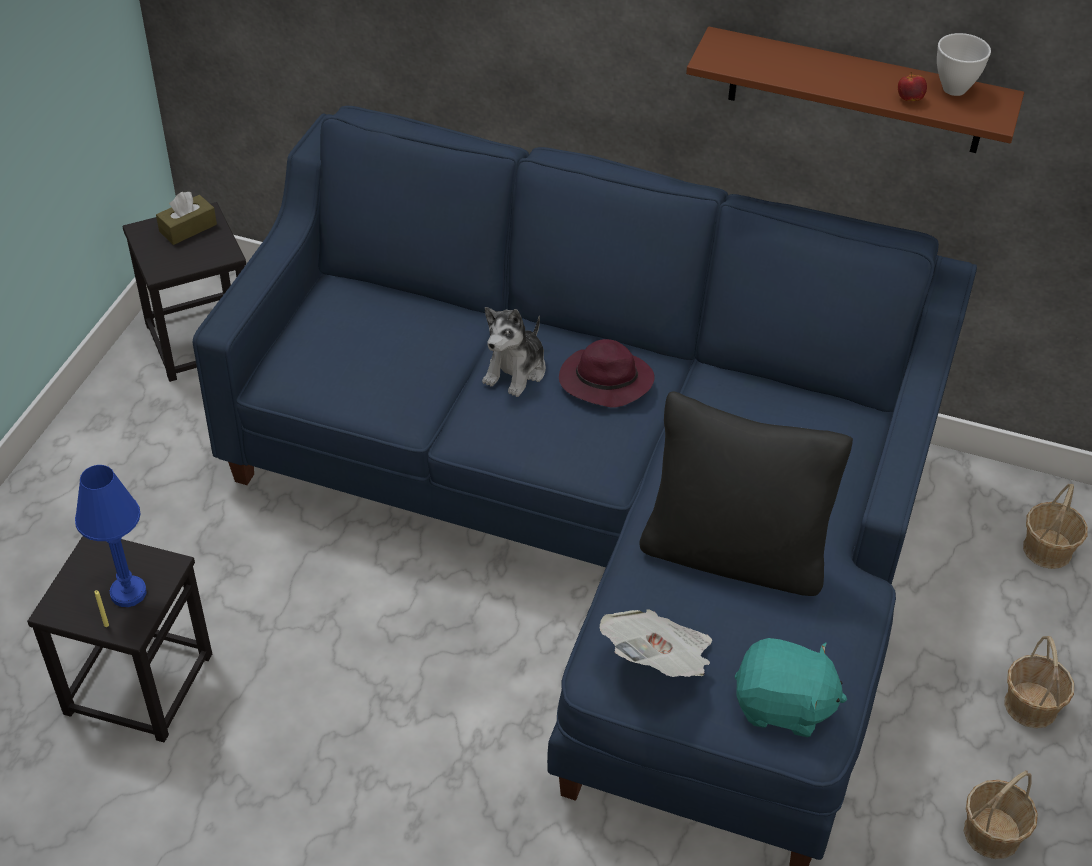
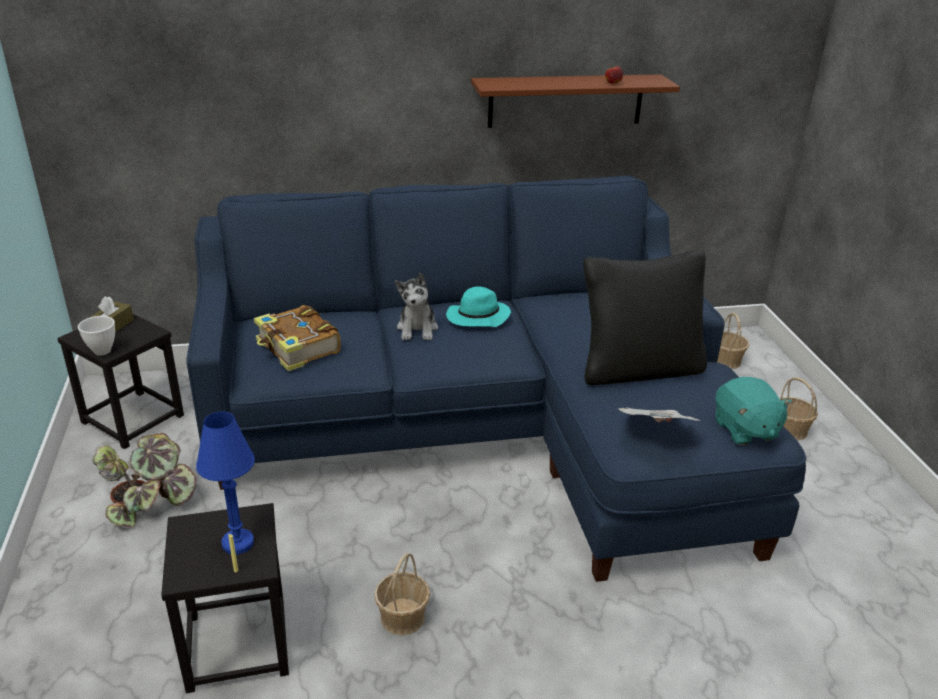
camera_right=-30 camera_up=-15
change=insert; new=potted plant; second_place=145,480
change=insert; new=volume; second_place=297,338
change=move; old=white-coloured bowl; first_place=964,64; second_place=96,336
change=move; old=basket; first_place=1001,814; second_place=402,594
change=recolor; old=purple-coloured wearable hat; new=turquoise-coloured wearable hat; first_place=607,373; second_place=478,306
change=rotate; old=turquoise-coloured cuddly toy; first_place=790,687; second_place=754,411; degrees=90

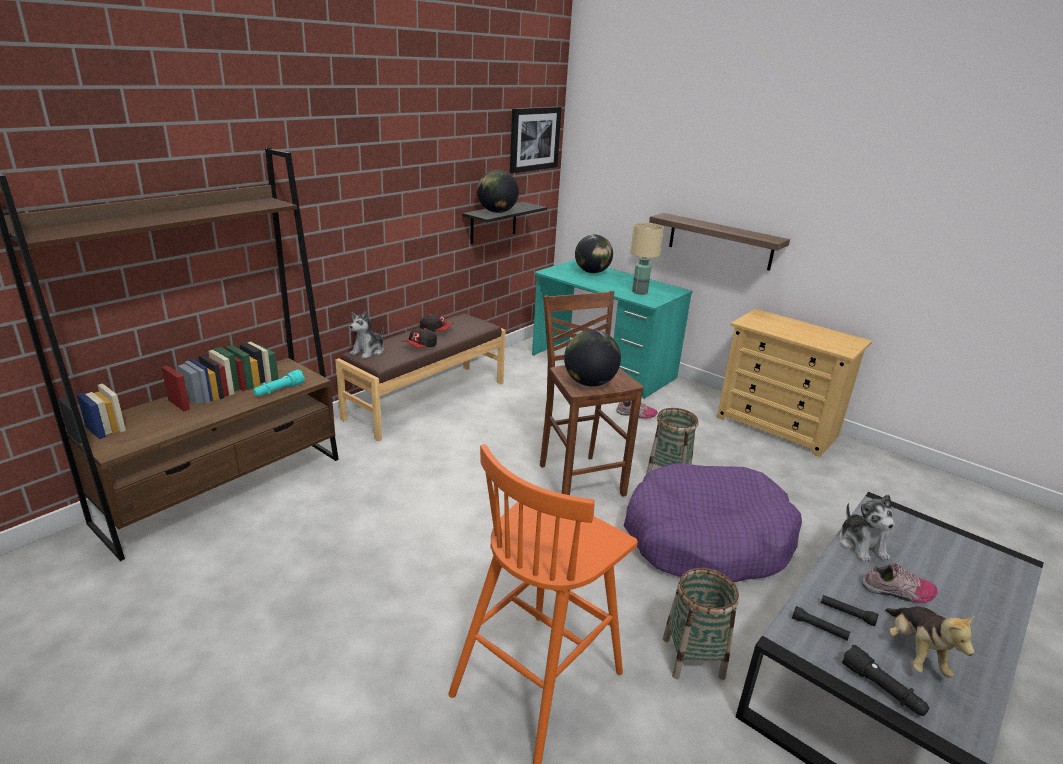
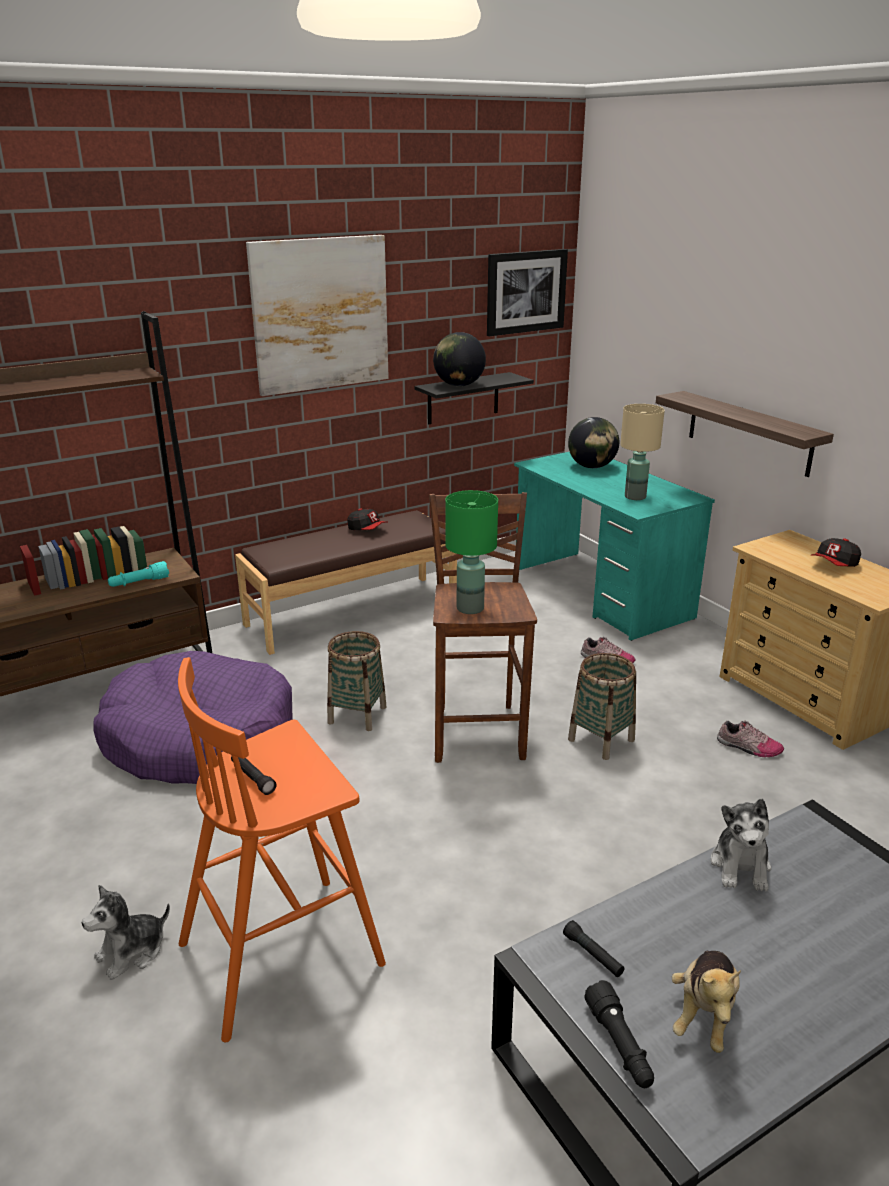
camera_right=20 camera_up=0
change=insert; new=wall art; second_place=317,315
change=move; old=cuddly toy; first_place=367,334; second_place=125,932
change=move; old=cap; first_place=419,338; second_place=836,552
change=move; old=purple-coloured dog bed; first_place=712,522; second_place=193,717
change=move; old=basket; first_place=701,624; second_place=357,681
change=move; old=black-coloured hand torch; first_place=849,610; second_place=254,775
change=move; old=low shoe; first_place=899,582; second_place=750,739
change=replace; old=desk globe; new=greenish lamp for a table; first_place=592,358; second_place=471,552

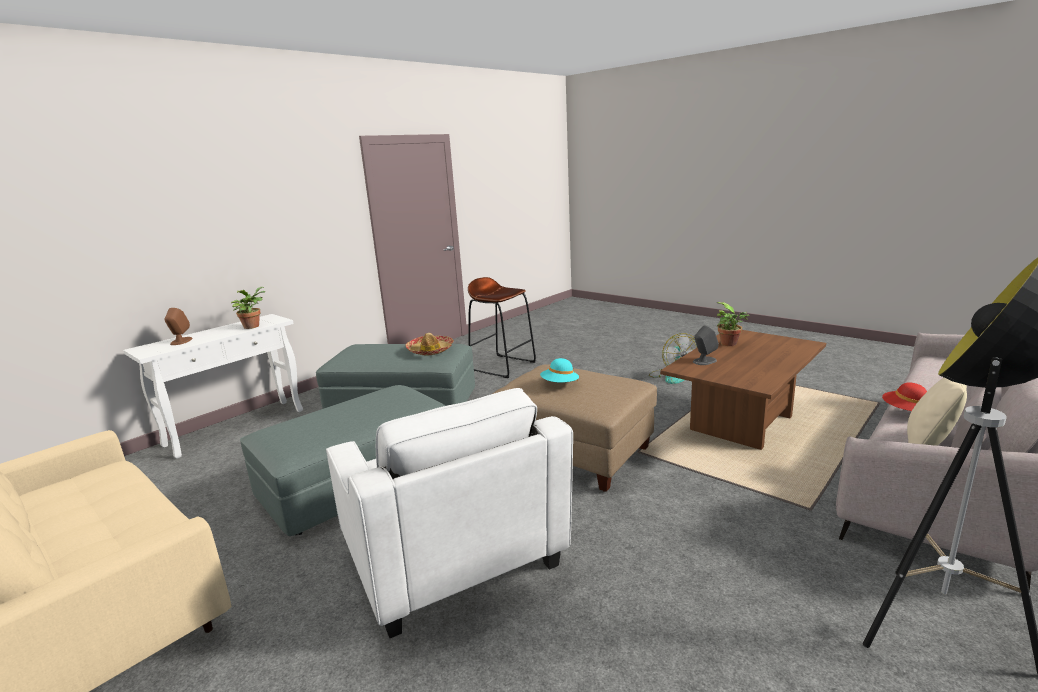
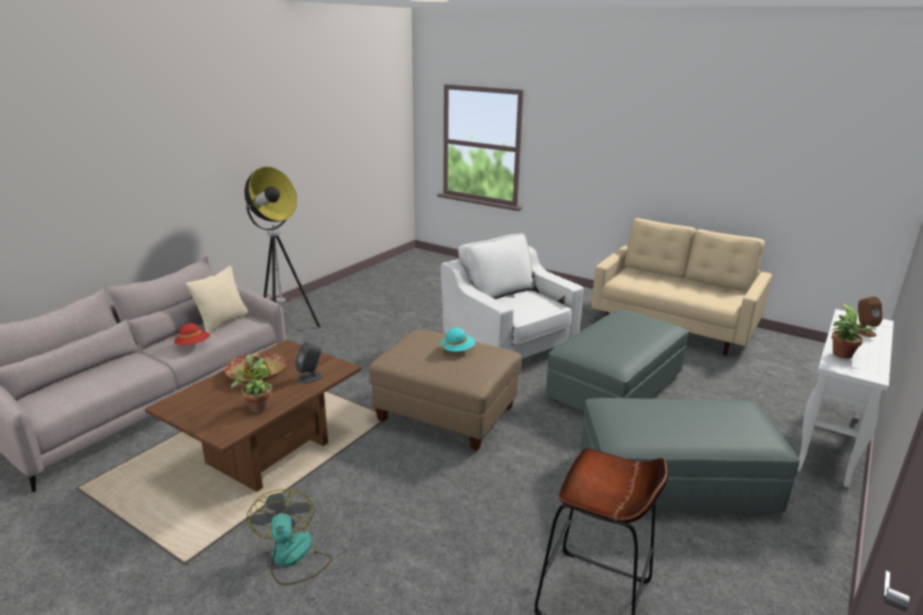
camera_right=170 camera_up=5
change=move; old=wearable hat; first_place=430,344; second_place=255,368

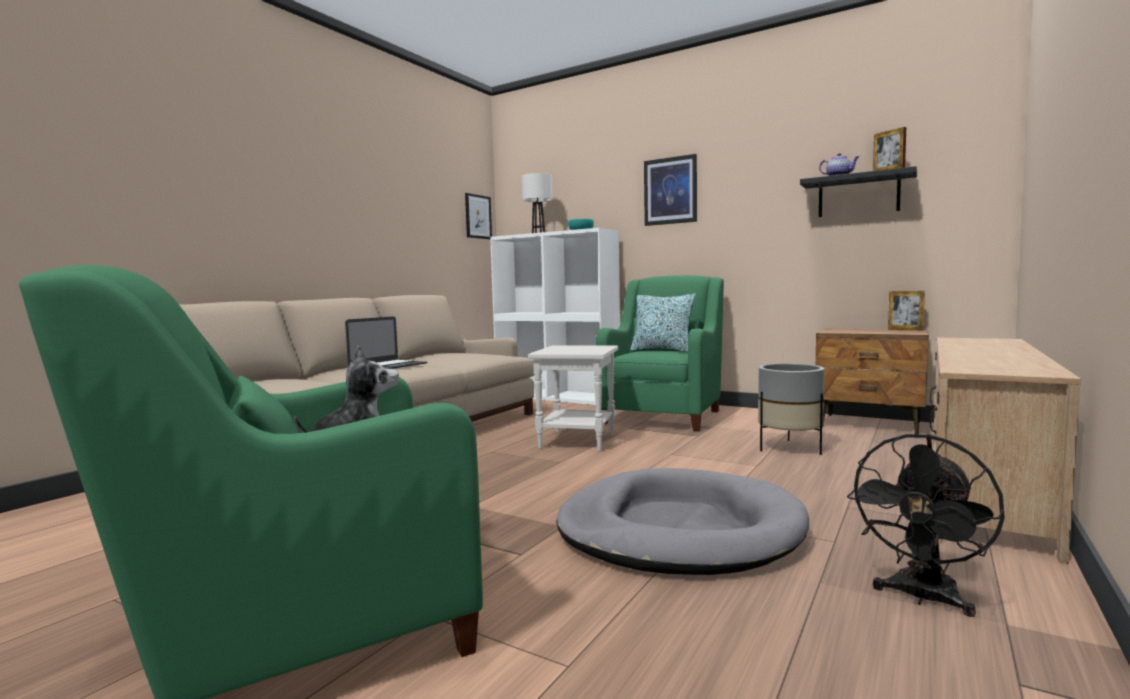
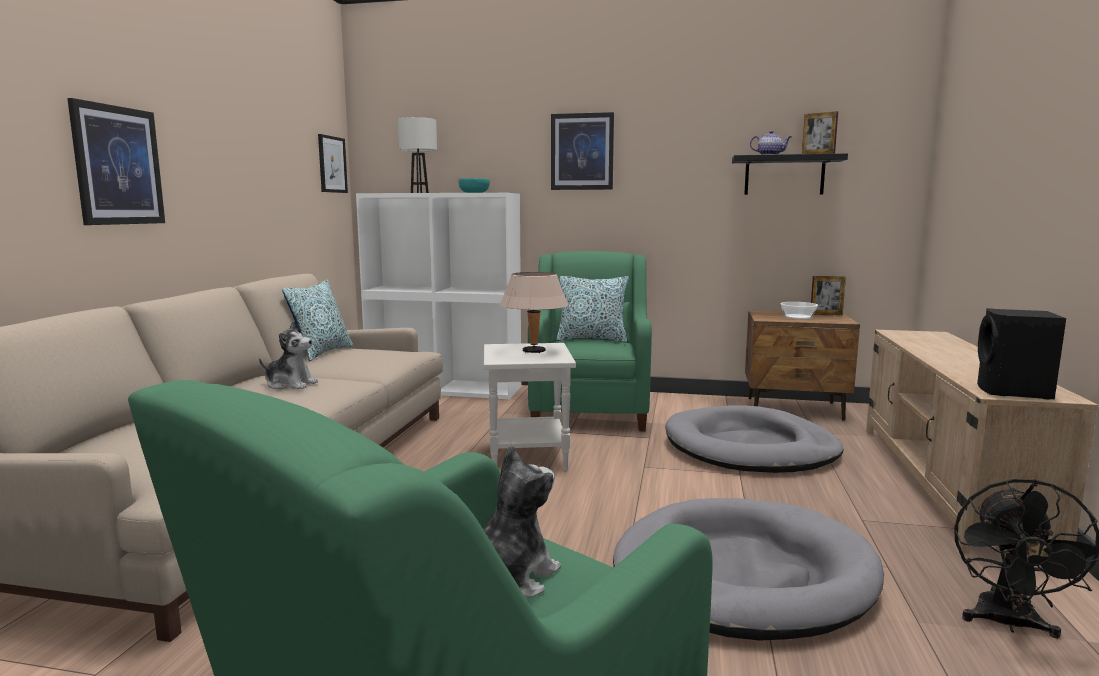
camera_right=-20 camera_up=5
change=insert; new=wall art; second_place=116,161
change=insert; new=cushion; second_place=317,320
change=insert; new=beige-coloured lamp for a table; second_place=534,312
change=insert; new=bowl; second_place=799,310
change=insert; new=black-coloured speaker; second_place=1021,354
change=replace; old=notebook computer; new=cuddly toy; first_place=386,342; second_place=288,355
change=replace; old=greyish planter; new=greyish dog bed; first_place=791,409; second_place=754,439

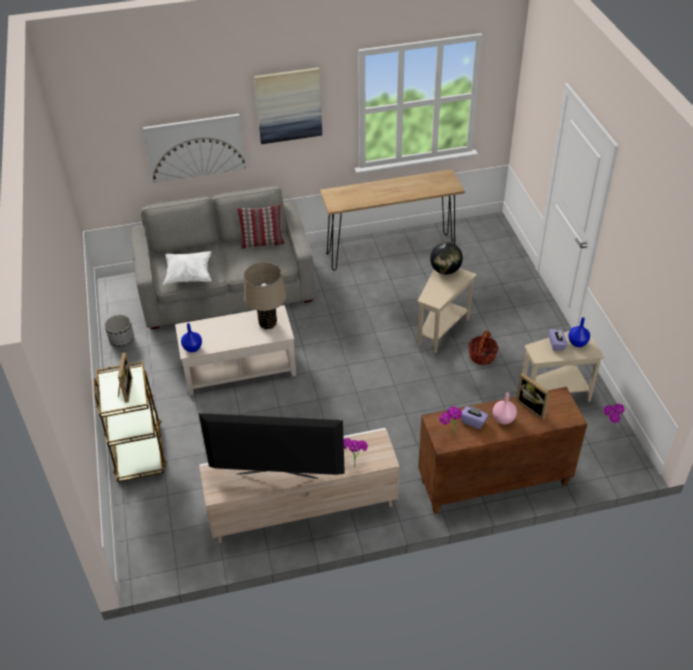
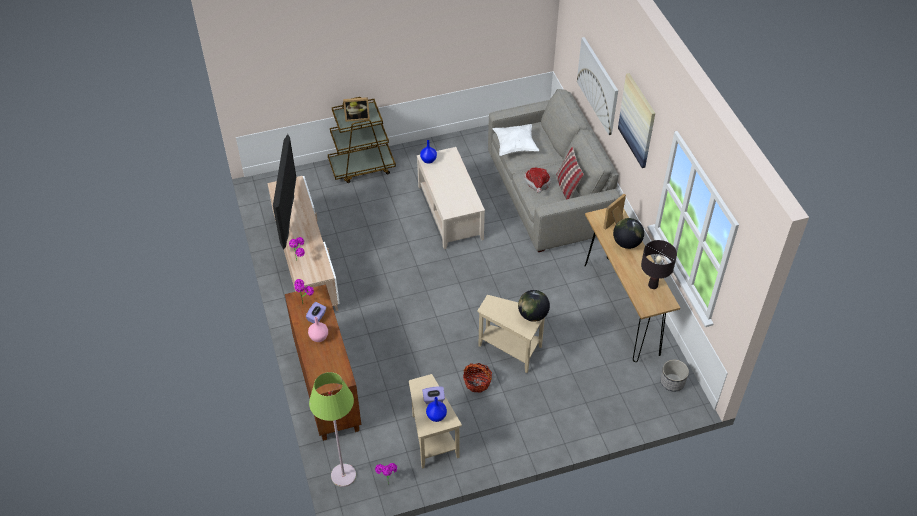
camera_right=85 camera_up=5
change=delete; old=beige-coloured lamp for a table; first_place=265,295
change=insert; new=greenish standing lamp; second_place=332,429
change=insert; new=wearable hat; second_place=537,180
change=insert; new=desk globe; second_place=628,233
change=insert; new=black-coloured lamp for a table; second_place=659,264
change=move; old=planter; first_place=119,330; second_place=674,376
change=move; old=standing frame; first_place=533,396; second_place=614,212

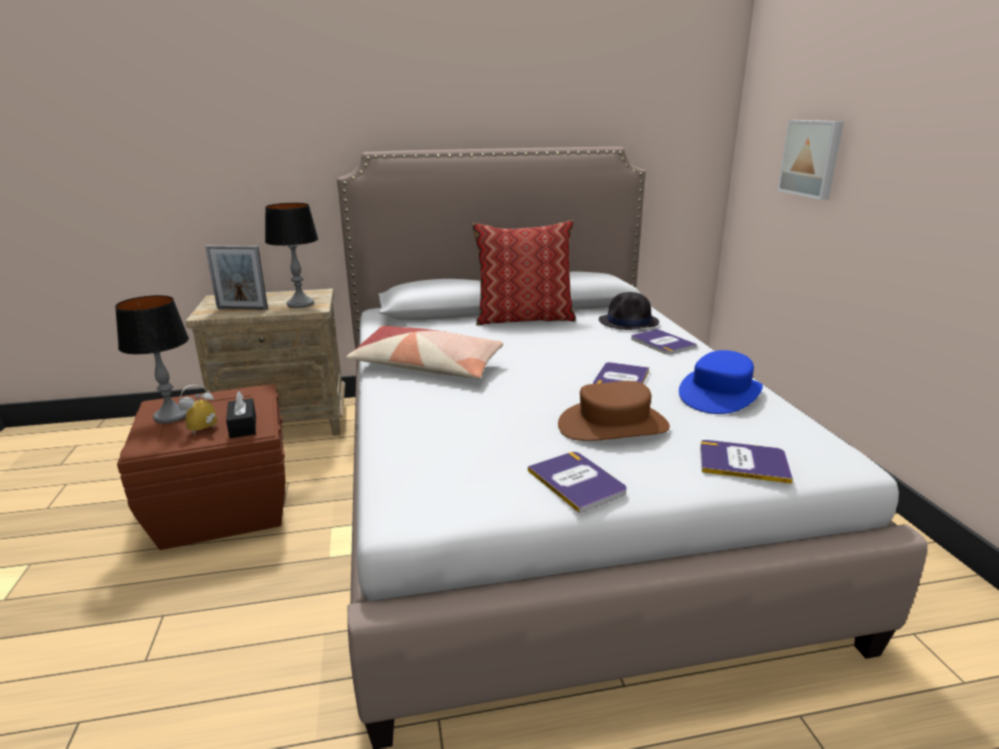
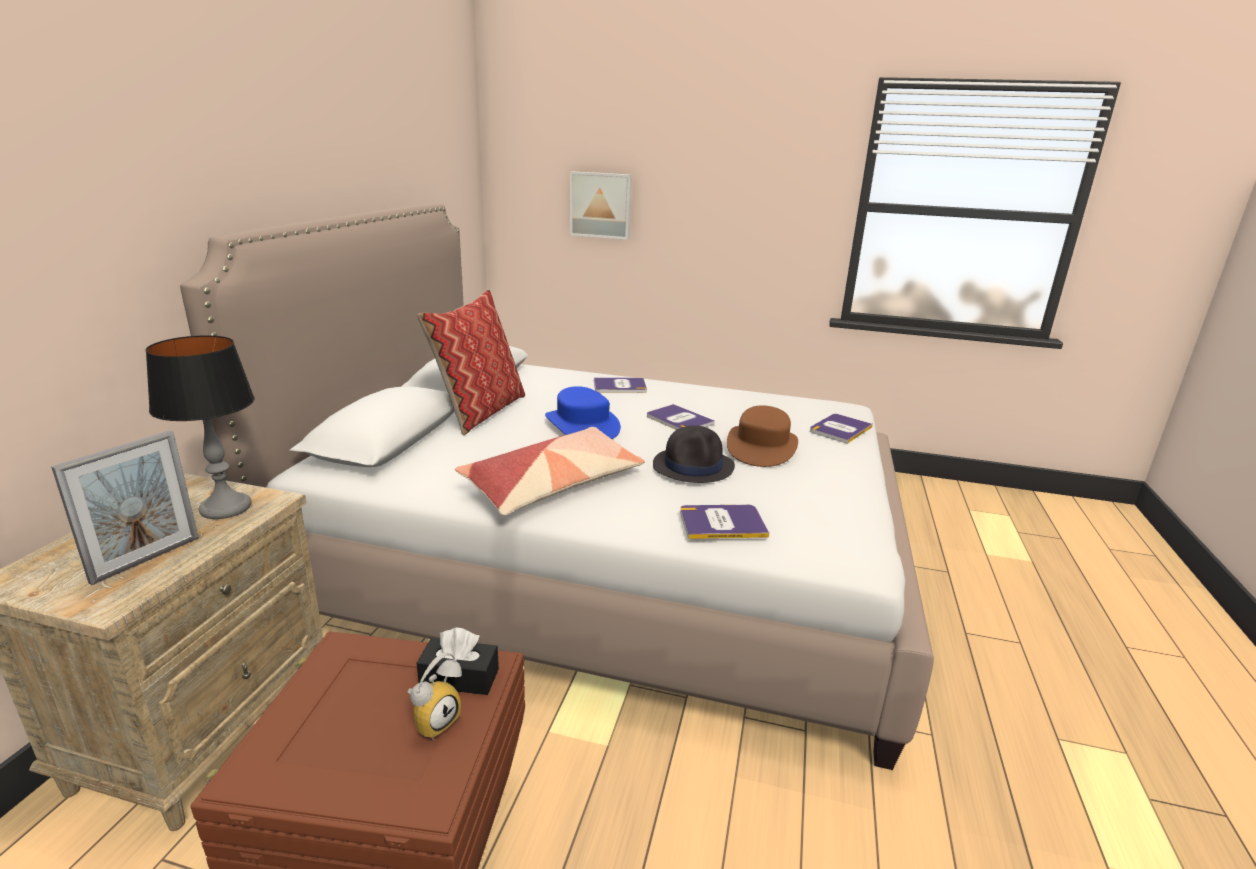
camera_right=-65 camera_up=0
change=delete; old=lamp for a table; first_place=152,359
change=move; old=volume; first_place=577,482; second_place=724,522
change=move; old=black-coloured wearable hat; first_place=629,311; second_place=694,454
change=move; old=blue wearable hat; first_place=721,382; second_place=583,412
change=rotate; old=alarm clock; first_place=198,410; second_place=435,696; degrees=-120

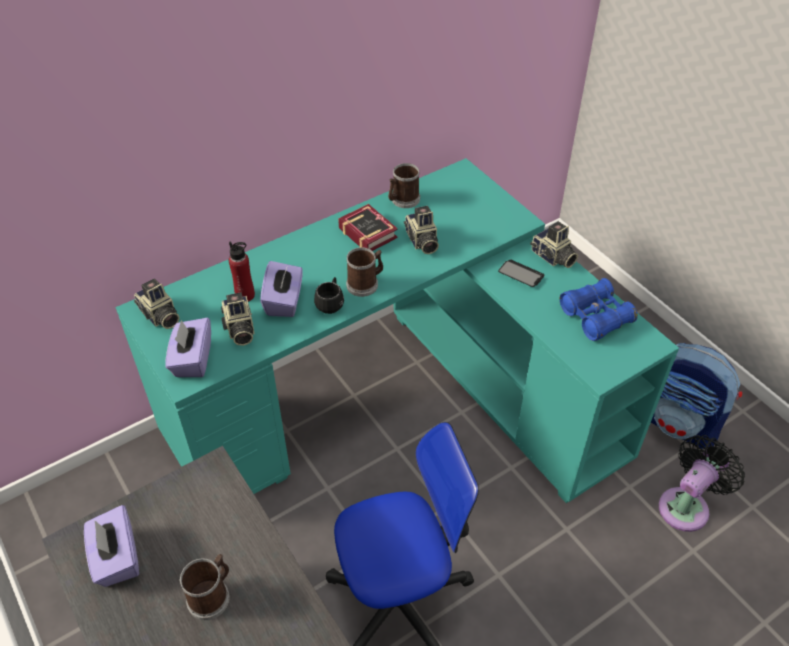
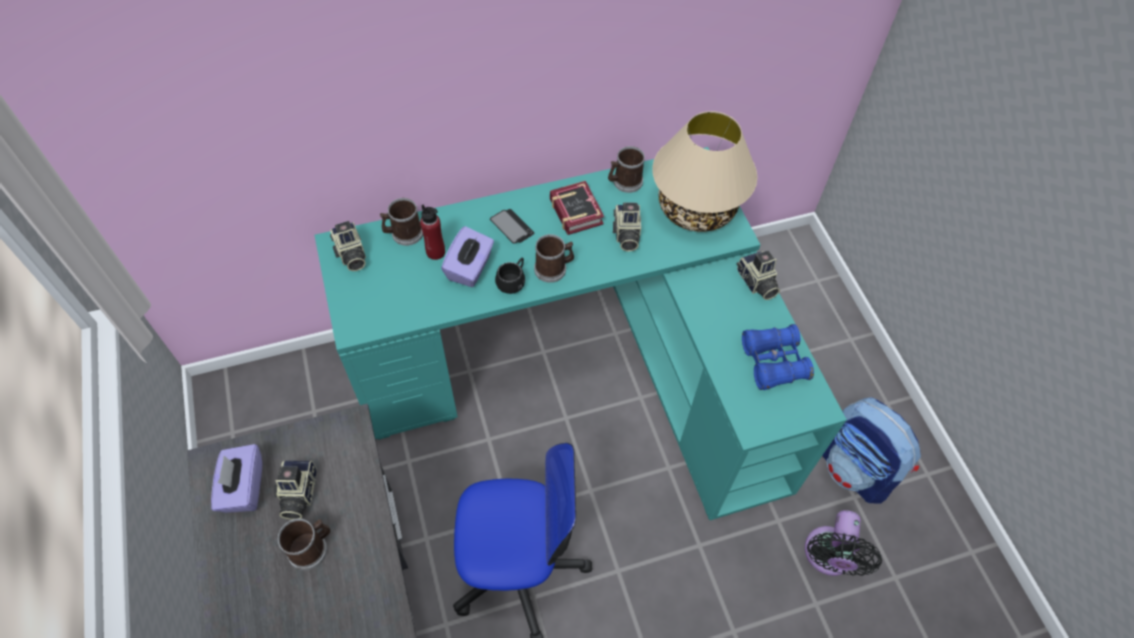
camera_right=15 camera_up=10
change=delete; old=purple-coloured box of tissues; first_place=188,347
change=insert; new=mug; second_place=401,222
change=insert; new=beige-coloured lamp for a table; second_place=704,171
change=move; old=still camera; first_place=238,319; second_place=295,490
change=move; old=telephone; first_place=521,273; second_place=512,226
change=rotate; old=black-coloured electric fan; first_place=702,483; second_place=843,543; degrees=135

